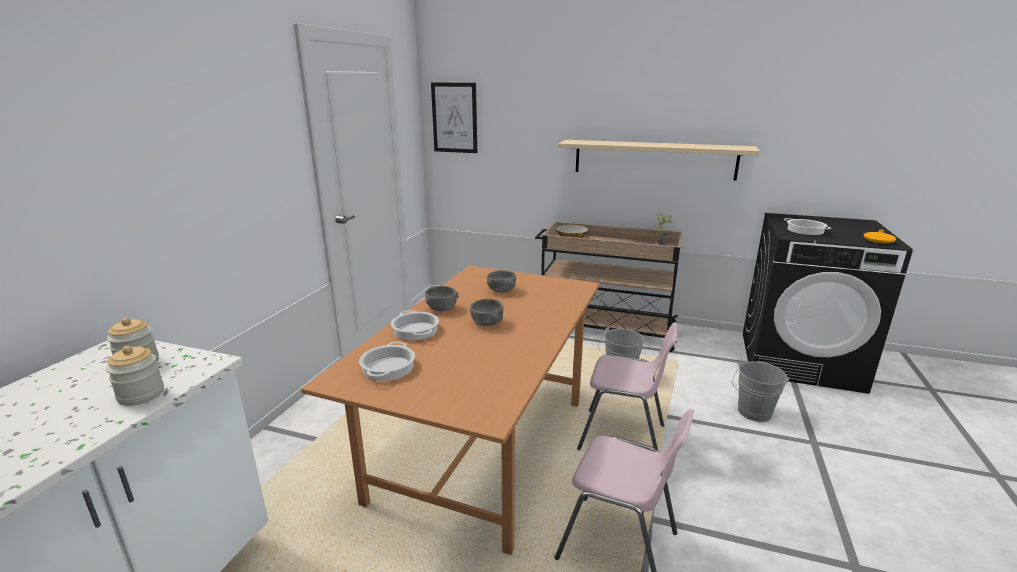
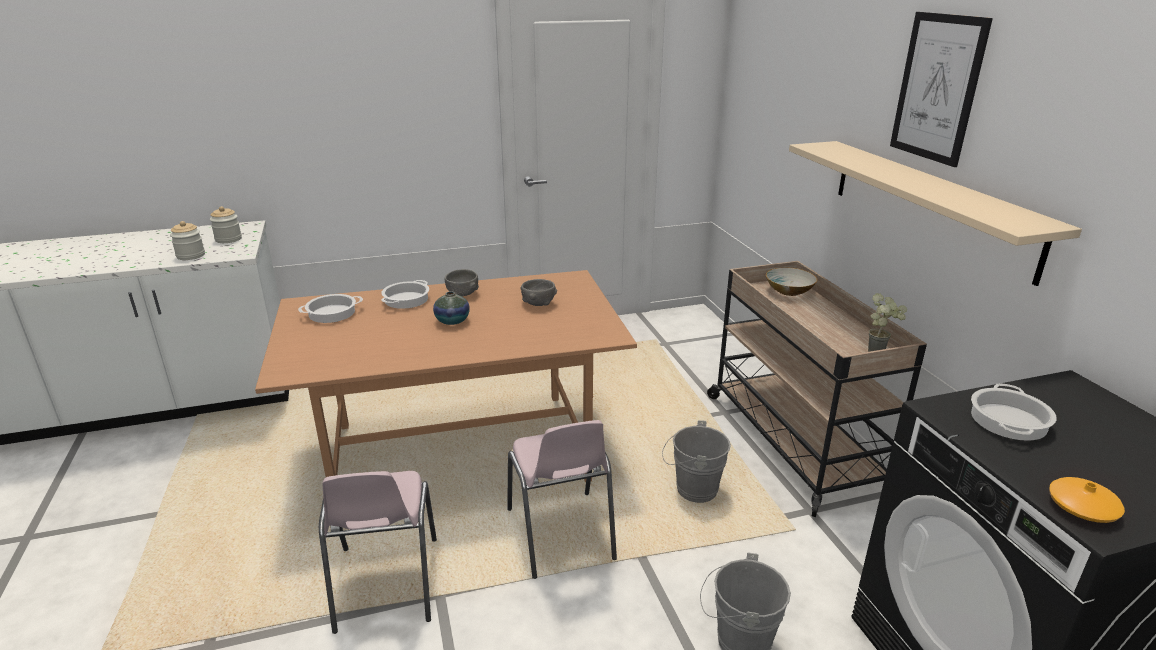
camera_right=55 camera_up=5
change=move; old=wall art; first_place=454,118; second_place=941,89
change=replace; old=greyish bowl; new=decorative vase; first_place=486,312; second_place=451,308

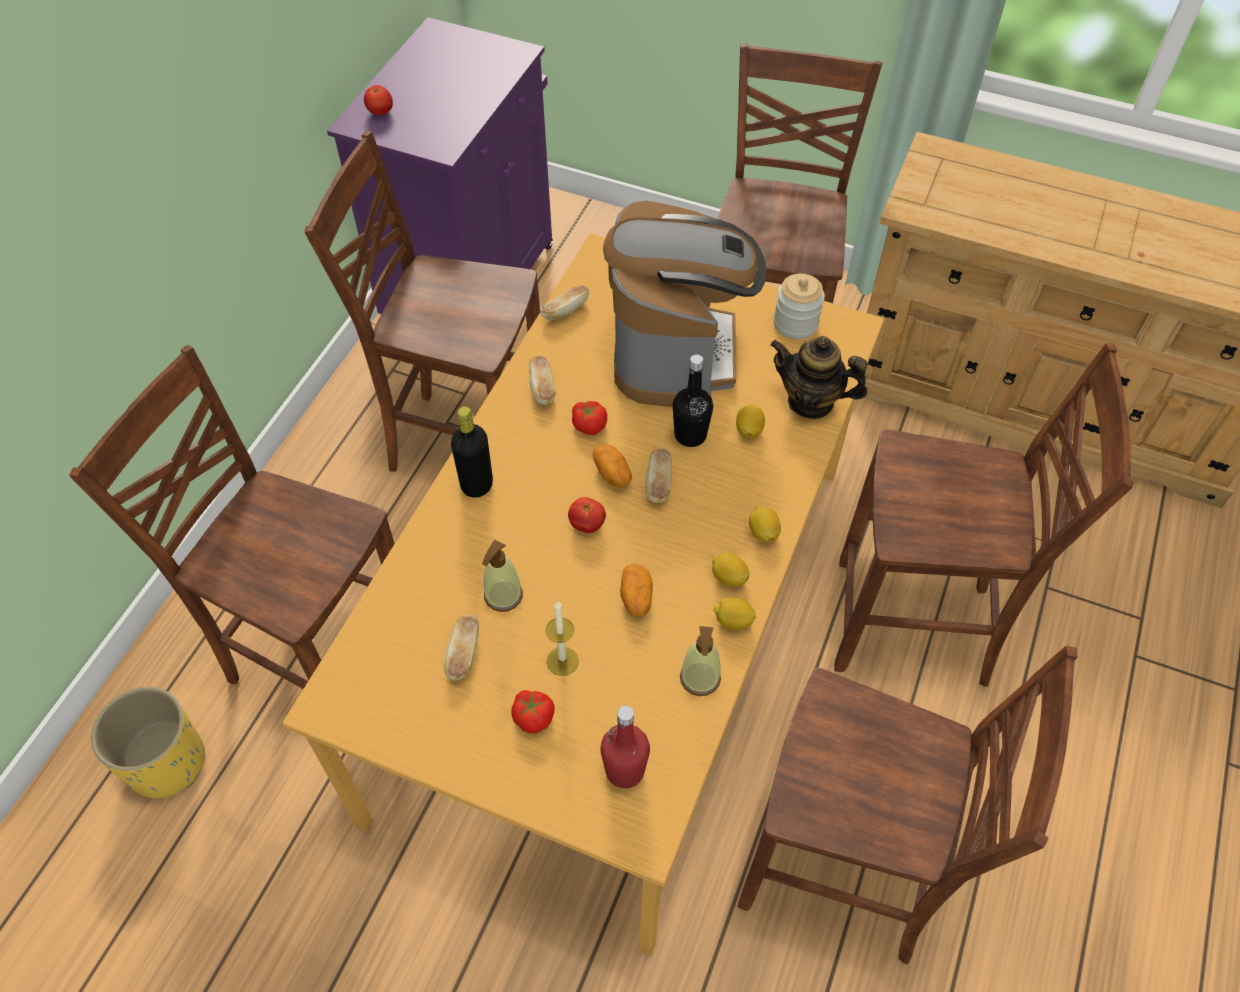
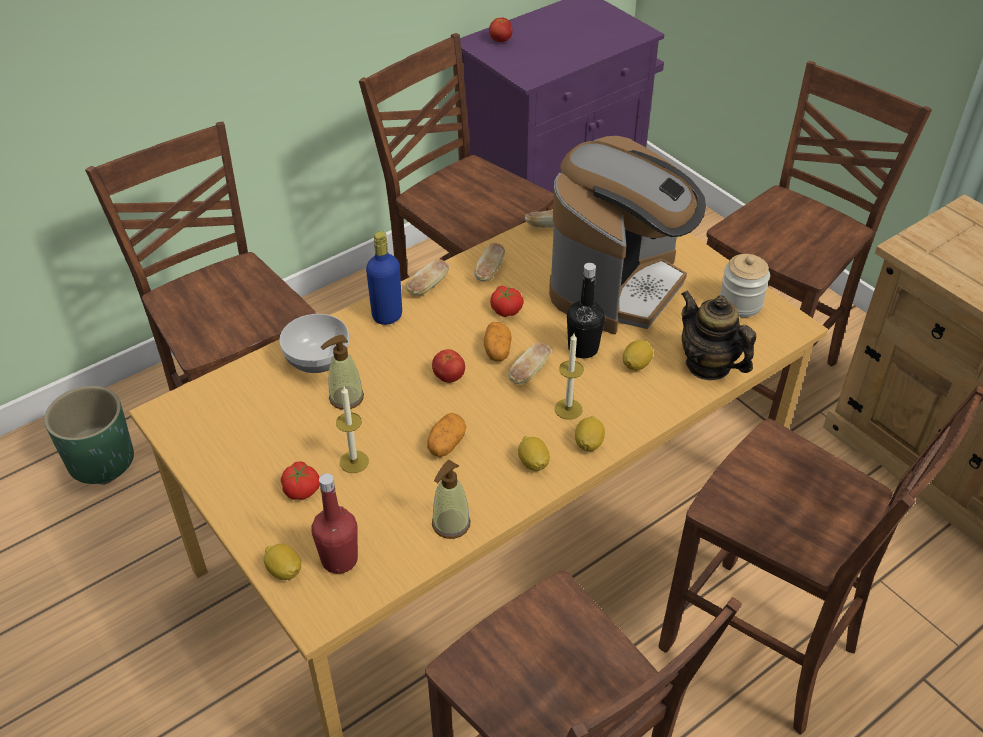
camera_right=30 camera_up=-10
change=insert; new=bowl; second_place=314,343
change=insert; new=wax candle; second_place=569,376
change=move; old=bread; first_place=461,648; second_place=427,277
change=move; old=lemon; first_place=735,613; second_place=282,562
change=recolor; old=yellow-coloured planter; new=greenish planter; first_place=148,742; second_place=89,435
change=recolor; old=black-coloured beverage bottle; new=blue beverage bottle; first_place=472,452; second_place=384,278

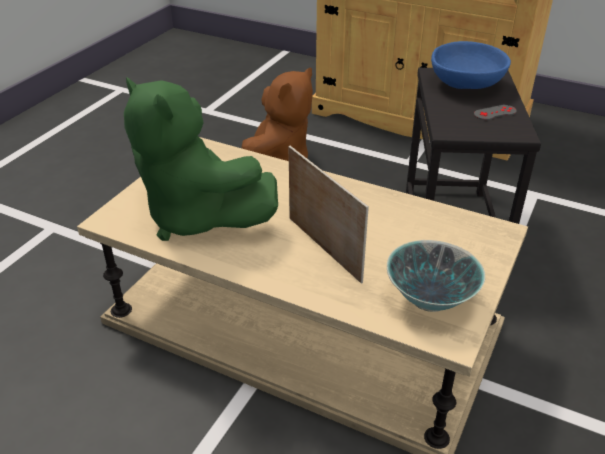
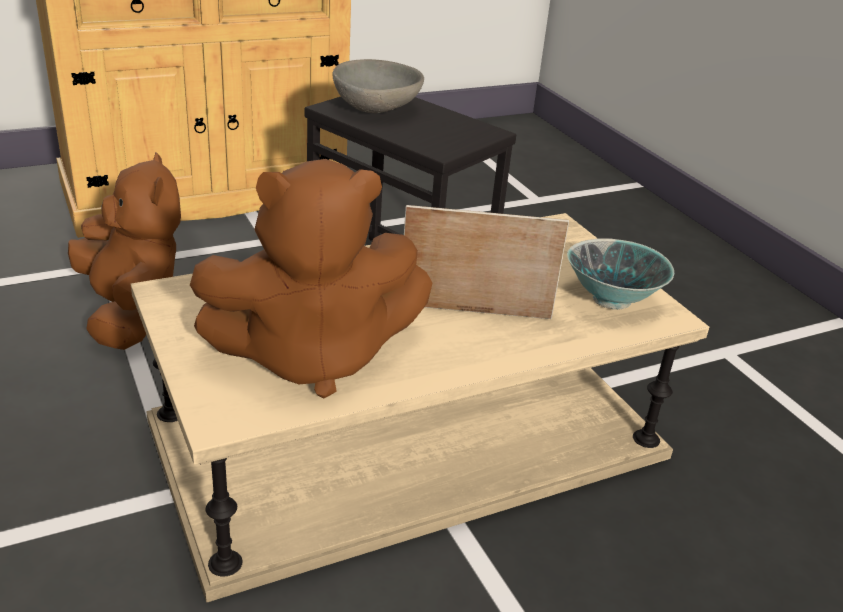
camera_right=-55 camera_up=-5
change=delete; old=greyish joypad; first_place=495,112
change=recolor; old=greenish cuddly toy; new=brown-coloured cuddly toy; first_place=201,159; second_place=311,278
change=recolor; old=blue bowl; new=greyish bowl; first_place=471,65; second_place=378,86

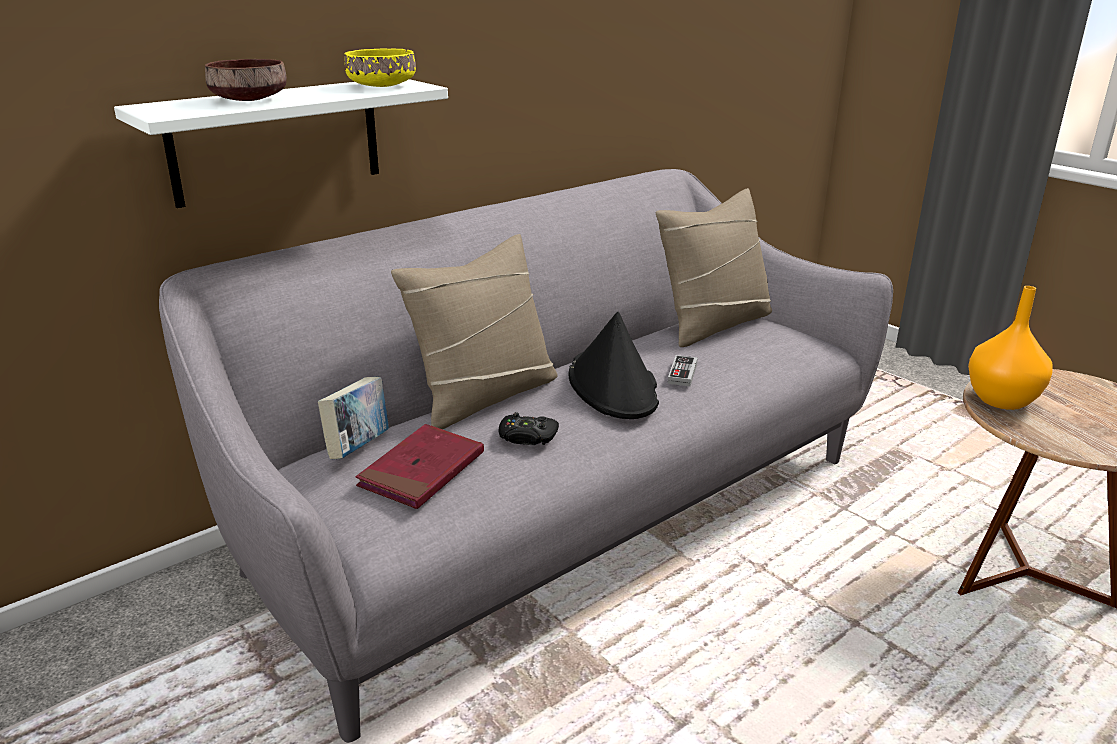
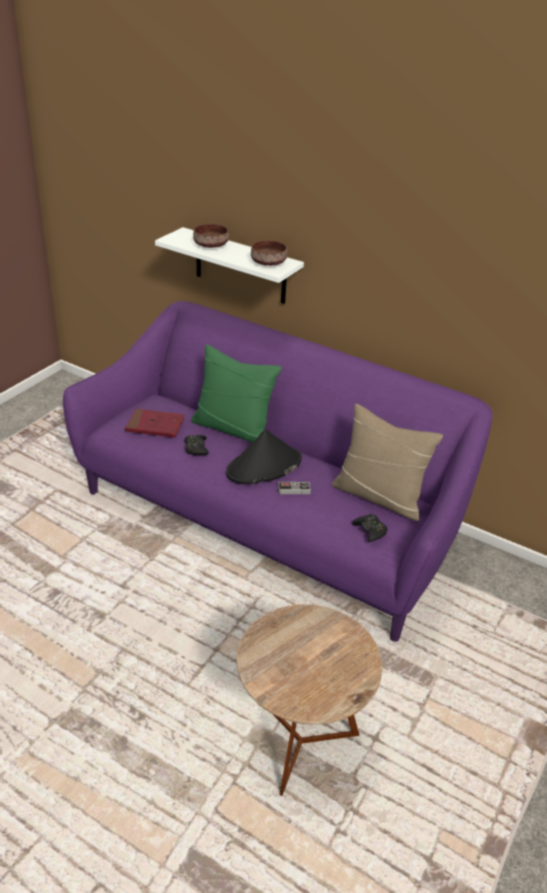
camera_right=70 camera_up=10
change=delete; old=volume; first_place=353,418
change=delete; old=orange-coloured decorative vase; first_place=1010,348
change=insert; new=black-coloured joypad; second_place=370,527
change=recolor; old=greyish sofa; new=purple-coloured sofa; first_place=526,456; second_place=277,471
change=recolor; old=yellow-coloured bowl; new=brown-coloured bowl; first_place=380,68; second_place=269,253
change=recolor; old=beige-coloured cushion; new=greenish cushion; first_place=474,331; second_place=236,394

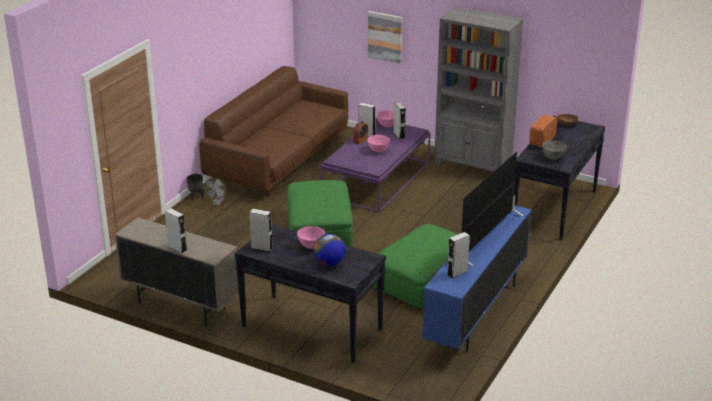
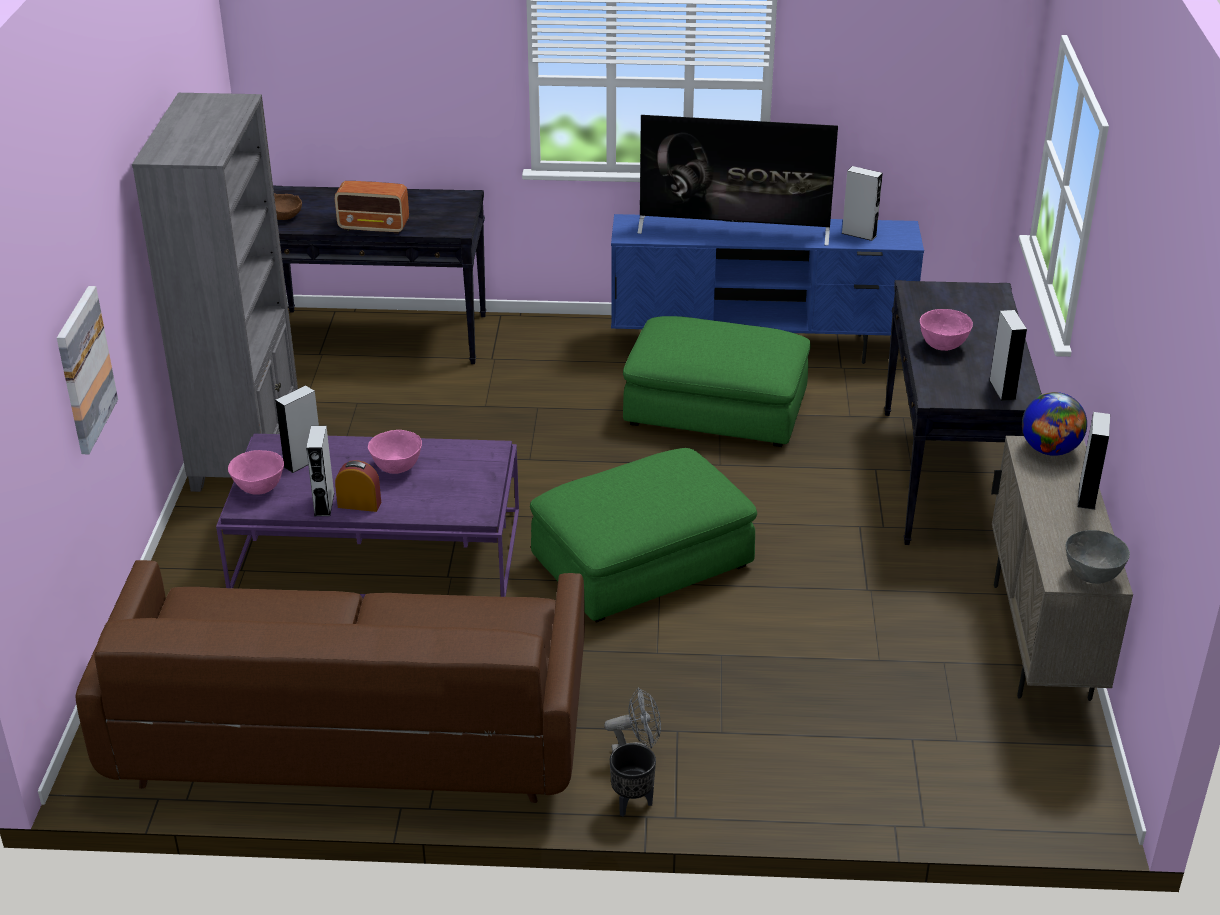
camera_right=-115 camera_up=5
change=move; old=desk globe; first_place=329,250; second_place=1054,424
change=move; old=greyish bowl; first_place=554,150; second_place=1098,557

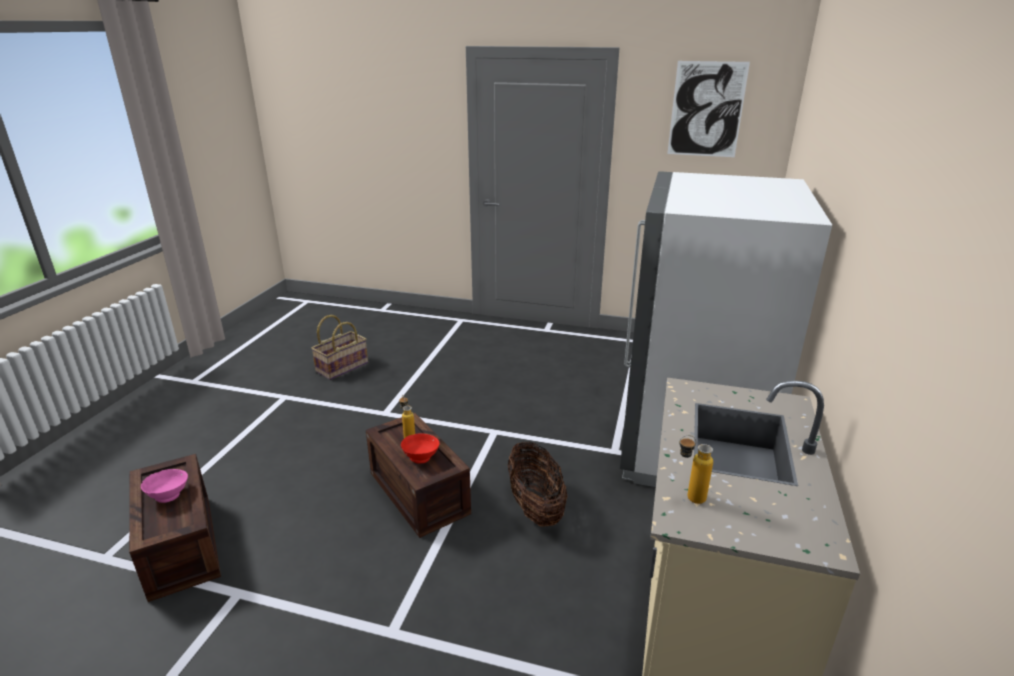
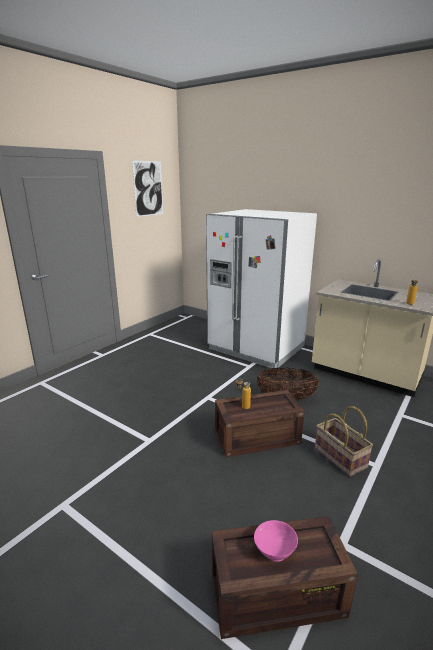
camera_right=-70 camera_up=-5
change=delete; old=red-coloured bowl; first_place=420,448
change=move; old=basket; first_place=339,347; second_place=344,441

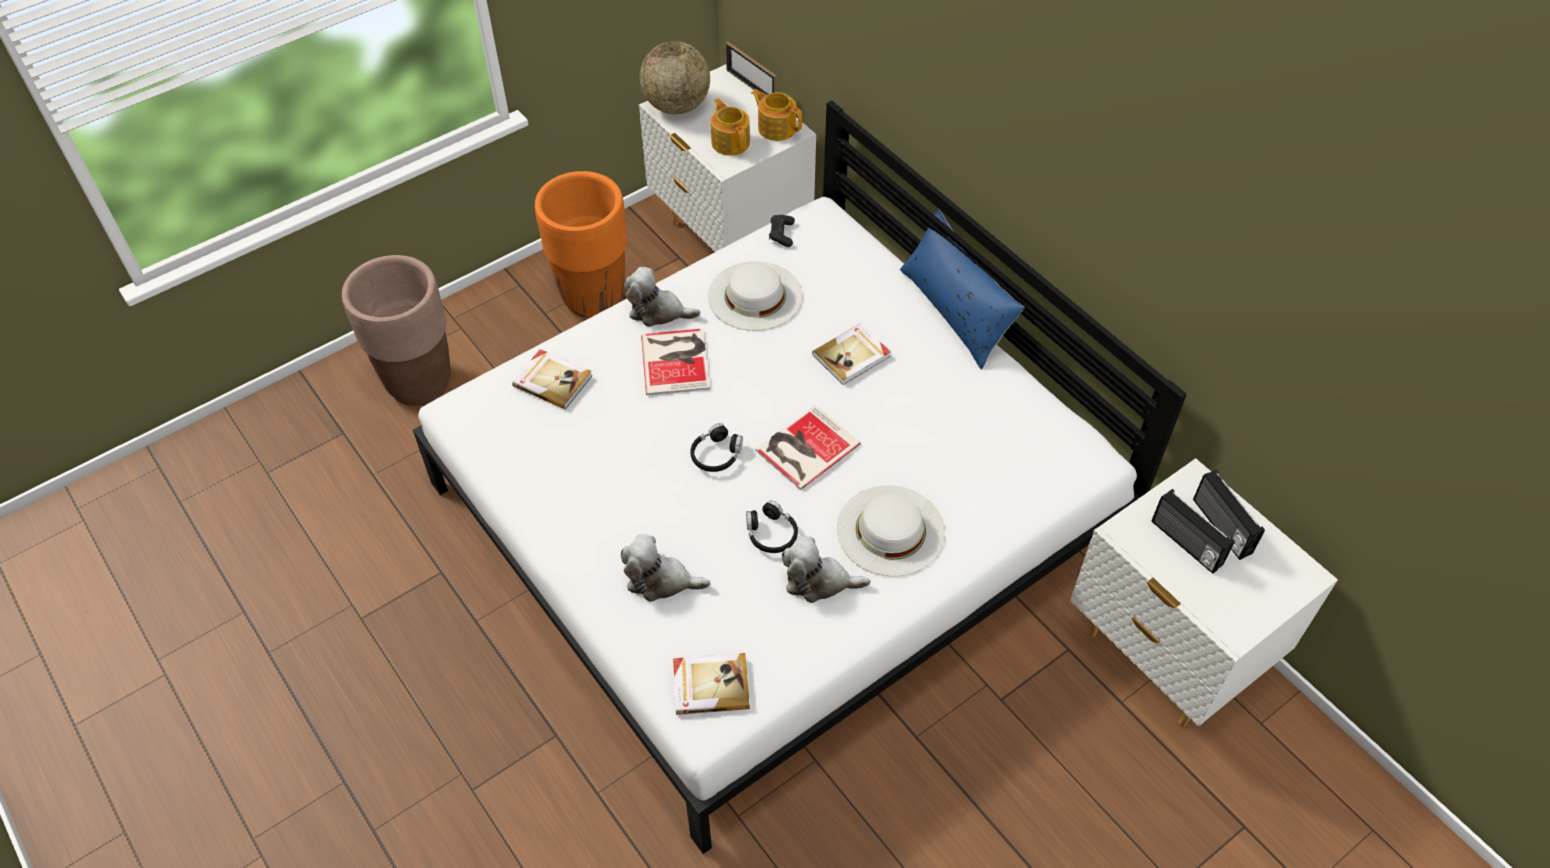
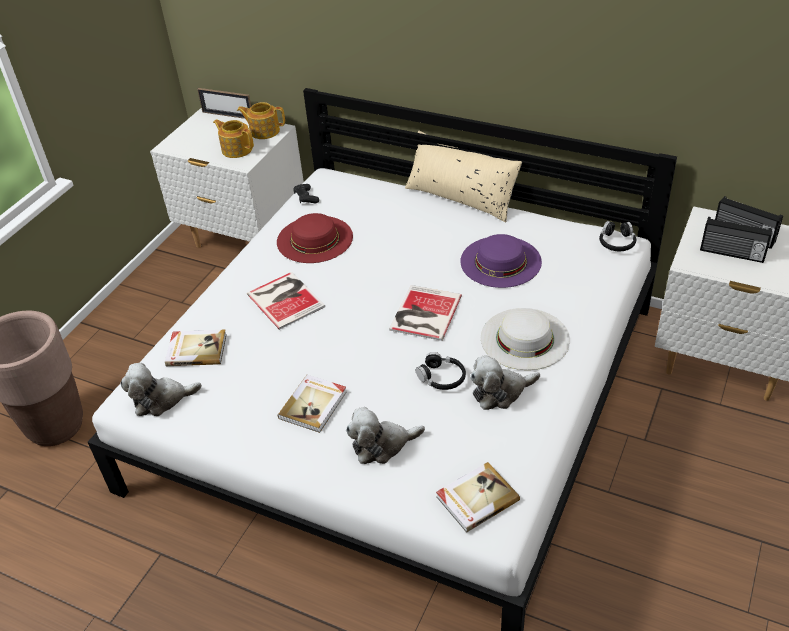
camera_right=-25 camera_up=-10
change=delete; old=orange-coloured planter; first_place=581,244
change=delete; old=desk globe; first_place=675,77
change=insert; new=purple-coloured wearable hat; second_place=501,261
change=move; old=cuddly toy; first_place=662,297; second_place=161,389
change=move; old=black-coloured pair of headphones; first_place=716,447; second_place=617,236
change=move; old=volume; first_place=851,354; second_place=312,404
change=recolor; old=white-coloured wearable hat; new=red-coloured wearable hat; first_place=755,296; second_place=315,238
change=recolor; old=blue cushion; new=beige-coloured cushion; first_place=962,289; second_place=463,176

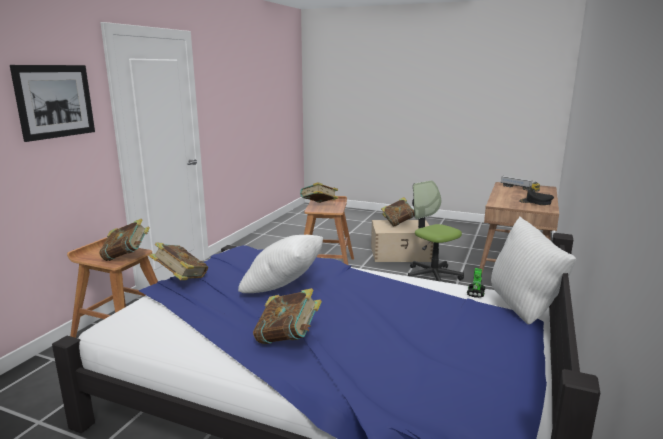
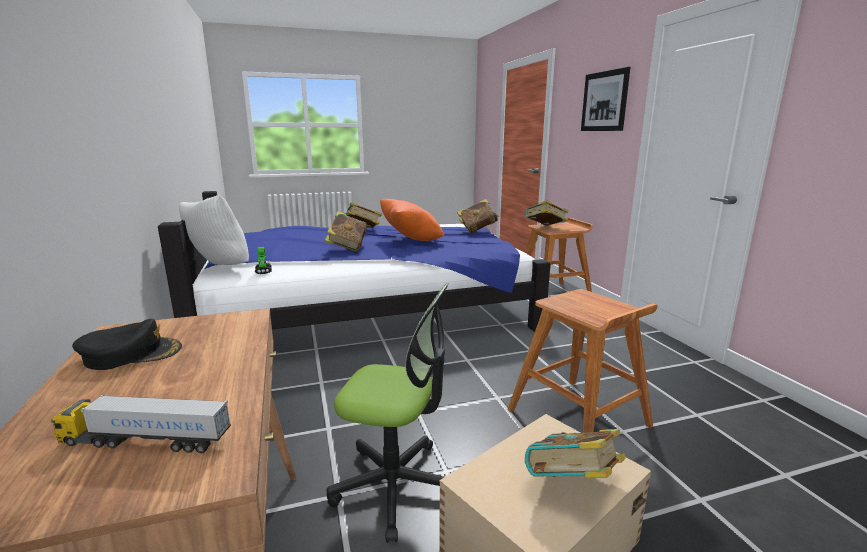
camera_right=140 camera_up=0
change=move; old=volume; first_place=319,192; second_place=345,231
change=recolor; old=white-coloured cushion; new=orange-coloured cushion; first_place=280,264; second_place=412,220

